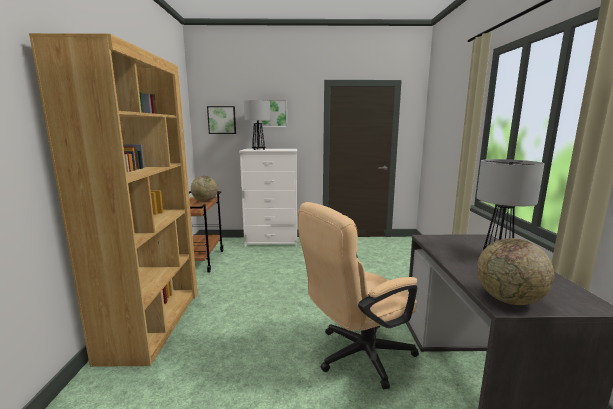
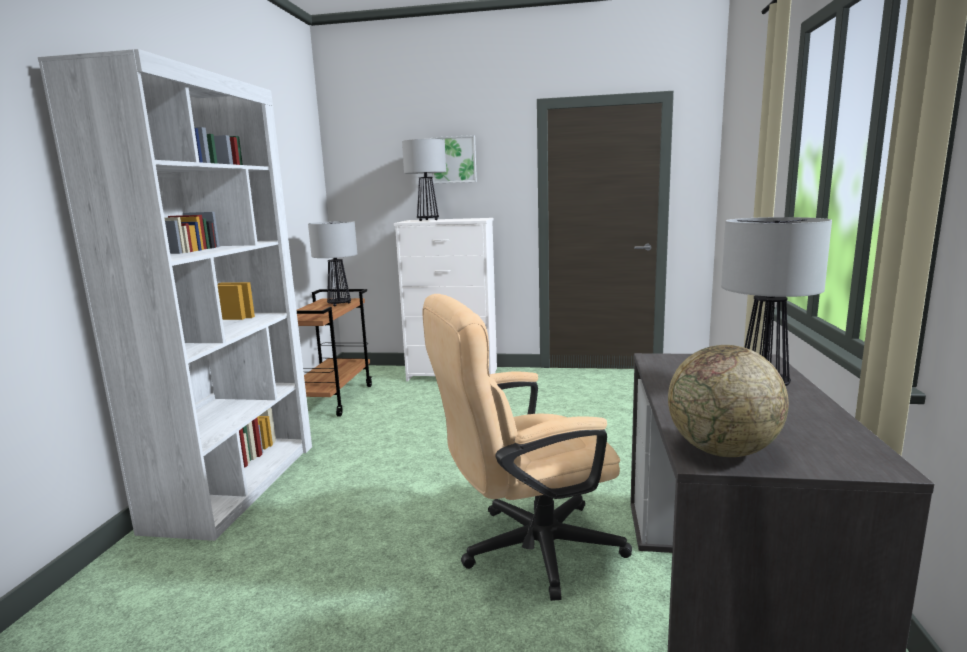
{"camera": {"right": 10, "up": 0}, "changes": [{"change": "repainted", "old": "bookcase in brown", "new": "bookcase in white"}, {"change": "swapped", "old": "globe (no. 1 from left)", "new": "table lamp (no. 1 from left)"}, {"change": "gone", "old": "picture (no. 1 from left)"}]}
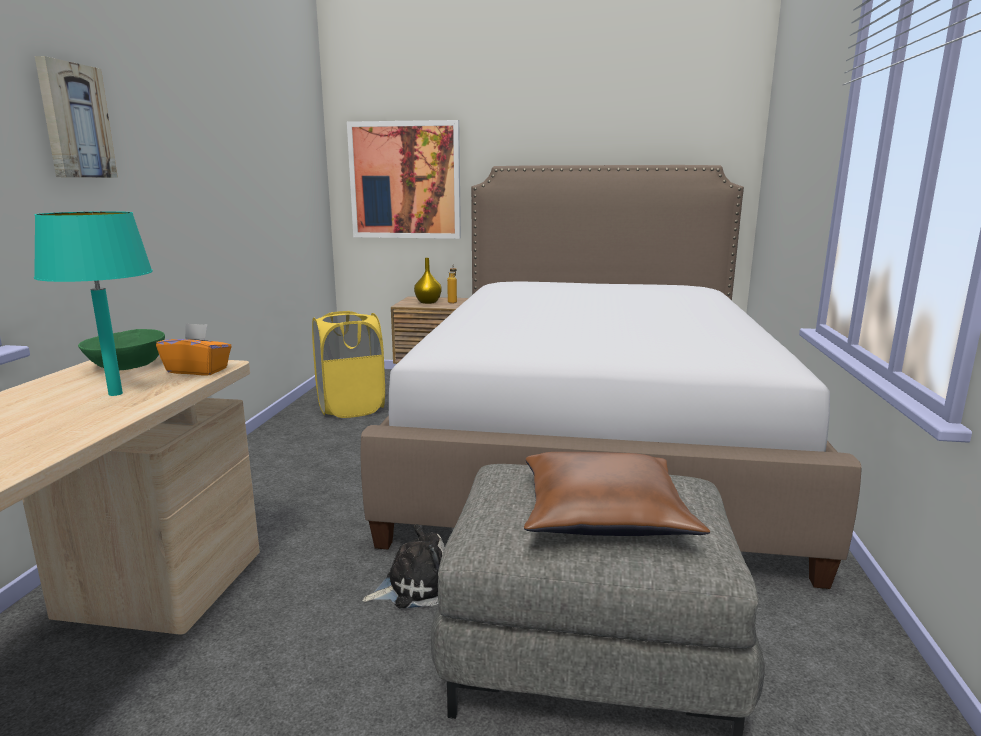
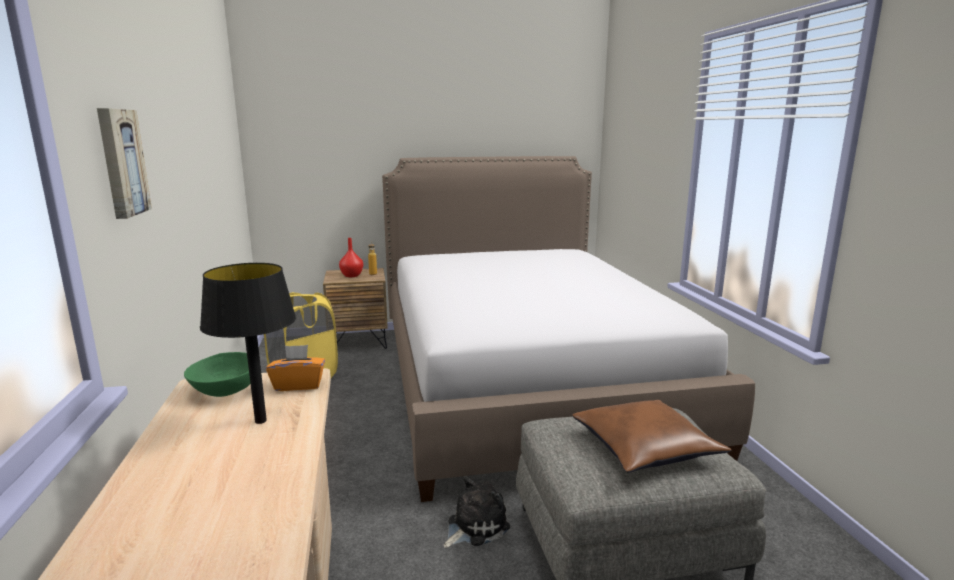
{"camera": {"right": -20, "up": 0}, "changes": [{"change": "repainted", "old": "table lamp in turquoise", "new": "table lamp in black"}, {"change": "gone", "old": "picture (no. 2 from left)"}, {"change": "repainted", "old": "vase in yellow", "new": "vase in red"}]}
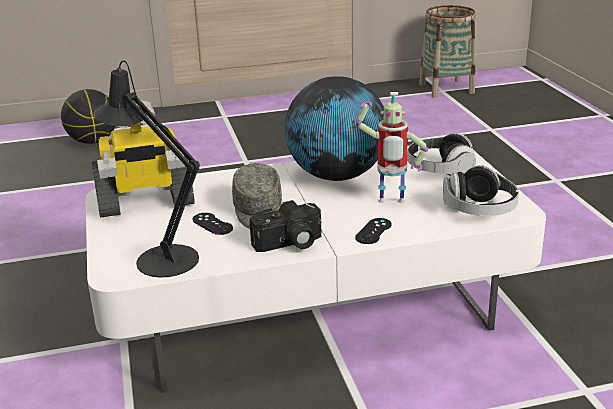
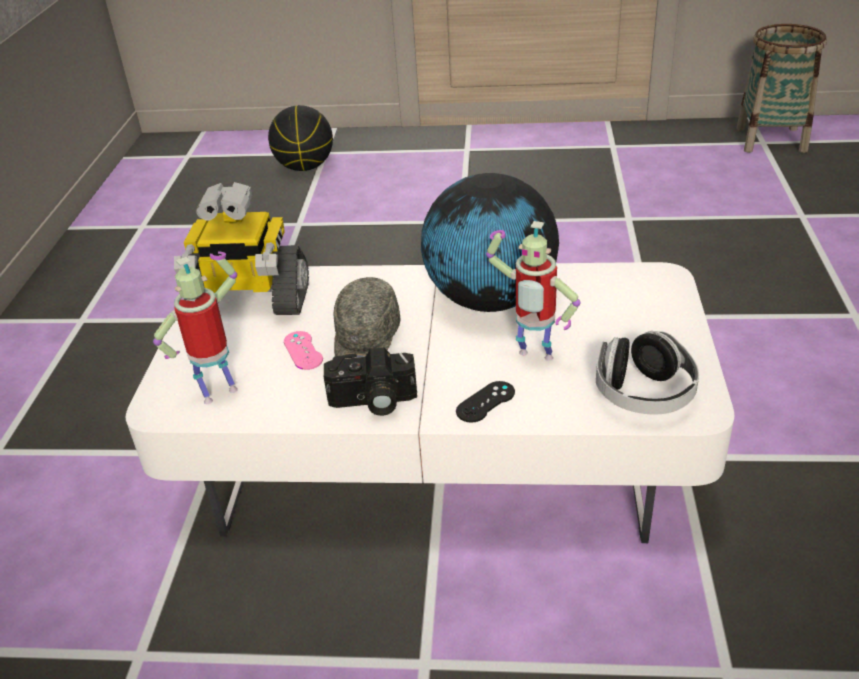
{"camera": {"right": 20, "up": 10}, "changes": [{"change": "swapped", "old": "table lamp in black", "new": "toy robot (no. 1 from left)"}, {"change": "repainted", "old": "game controller in black (no. 1 from left)", "new": "game controller in pink"}, {"change": "gone", "old": "headphones (no. 1 from left)"}]}
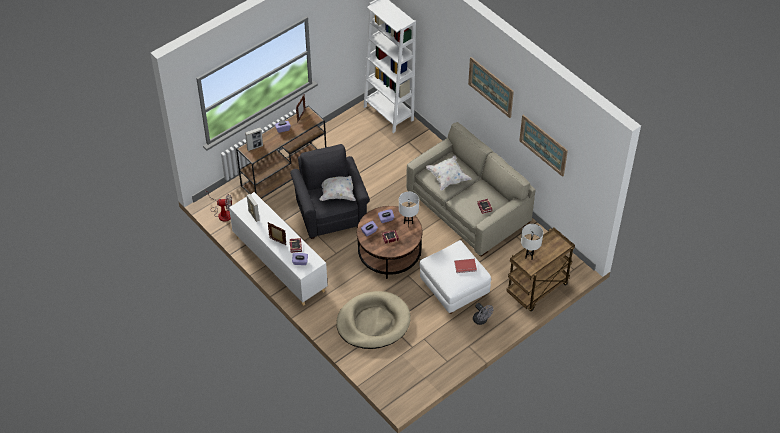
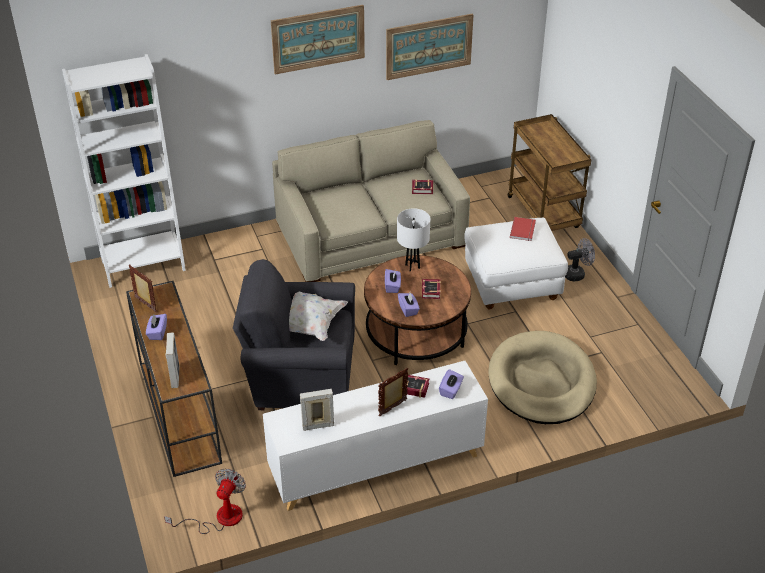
{"camera": {"right": -70, "up": -10}, "changes": [{"change": "gone", "old": "pillow in white (no. 2 from left)"}, {"change": "gone", "old": "table lamp in white (no. 2 from left)"}]}
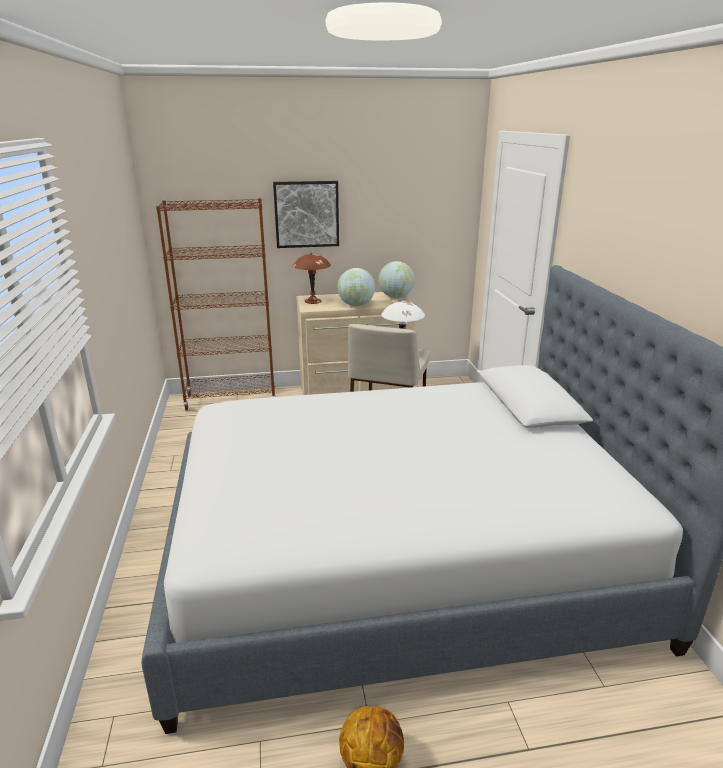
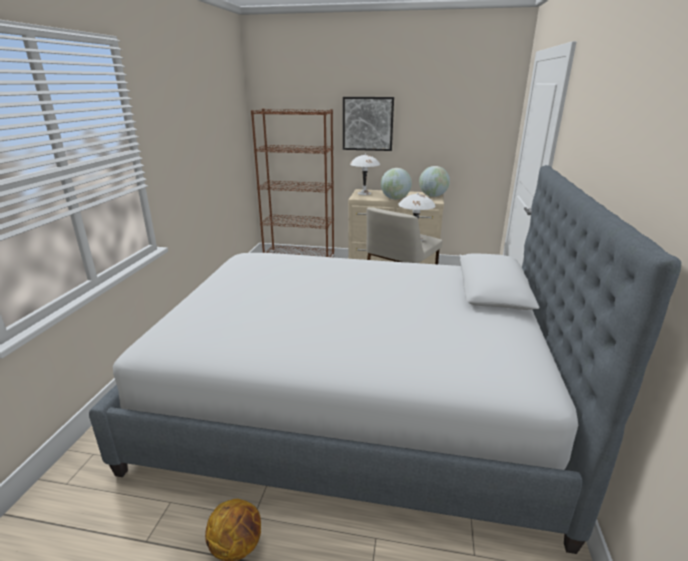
{"camera": {"right": 20, "up": 0}, "changes": [{"change": "repainted", "old": "table lamp in brown", "new": "table lamp in white (no. 1 from left)"}]}
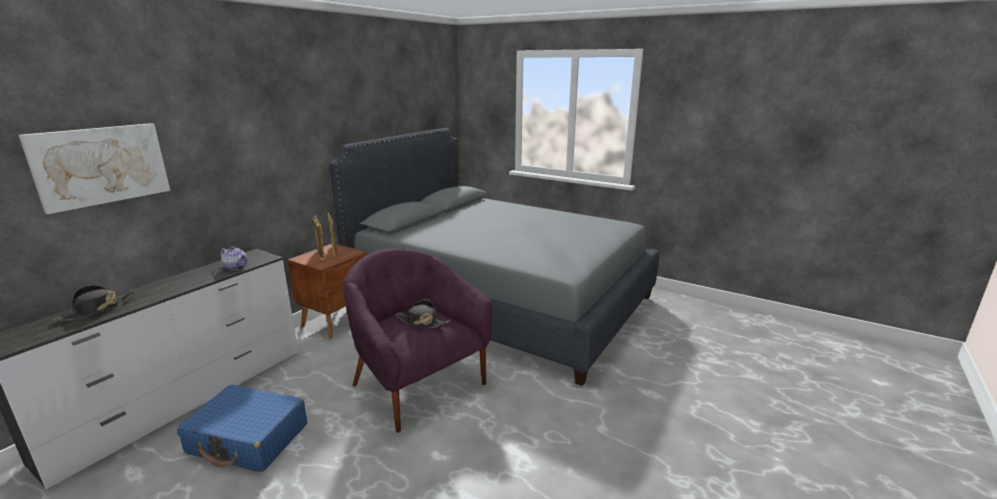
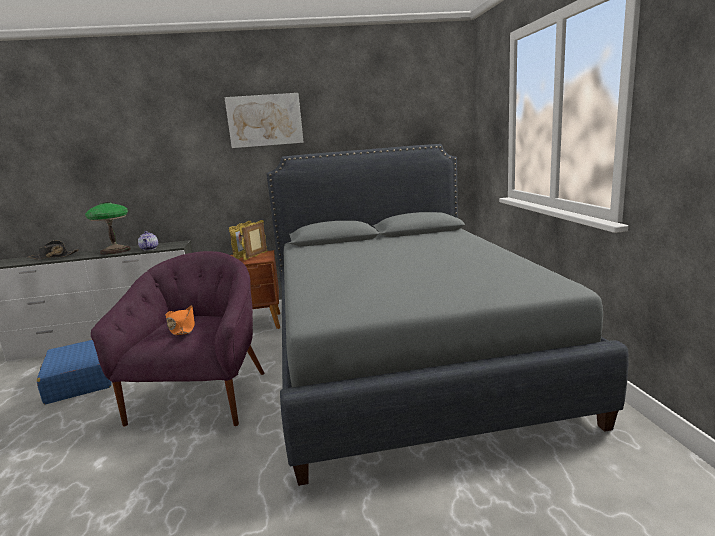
{"camera": {"right": 50, "up": -5}, "changes": [{"change": "shifted", "old": "picture"}, {"change": "repainted", "old": "hat in black (no. 2 from left)", "new": "hat in orange"}, {"change": "new", "new": "table lamp"}]}
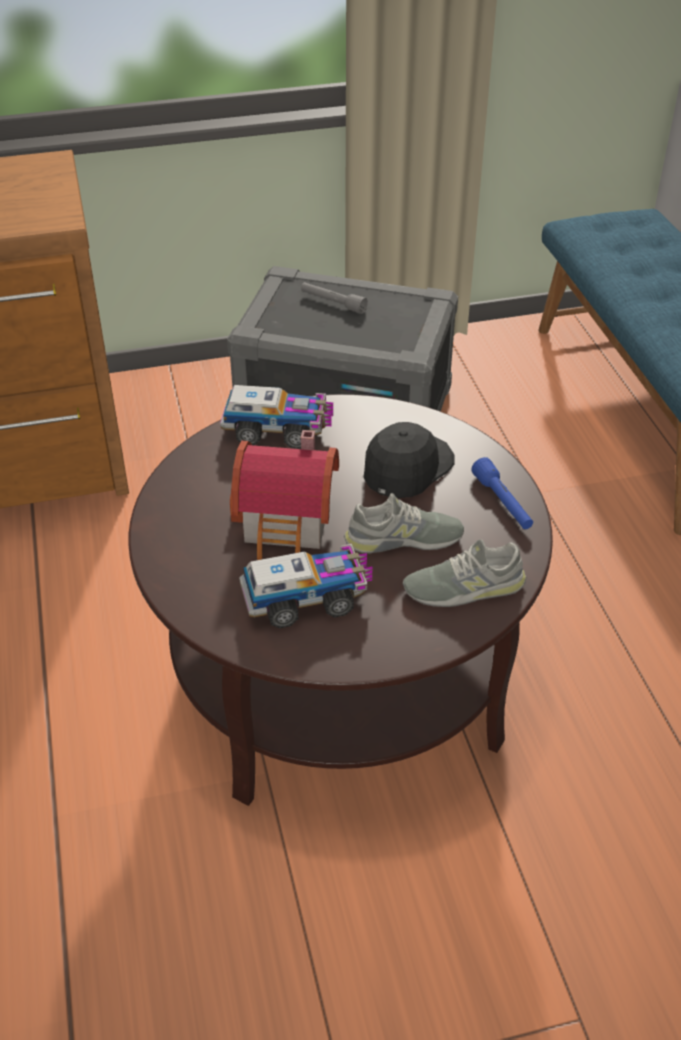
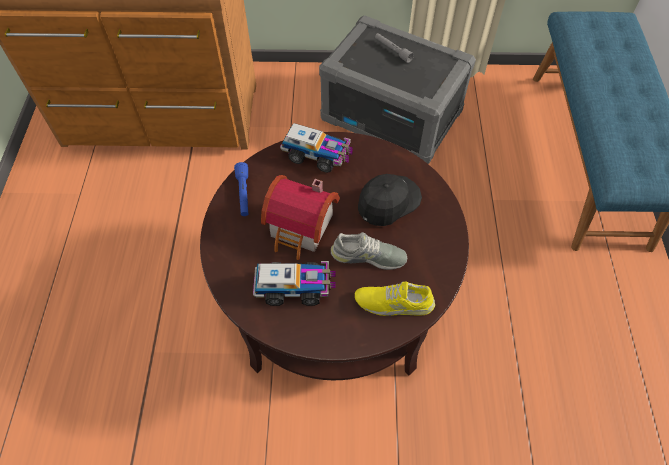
{"camera": {"right": 15, "up": 15}, "changes": [{"change": "repainted", "old": "shoe in grey (no. 2 from left)", "new": "shoe in yellow"}, {"change": "shifted", "old": "flashlight in blue"}]}
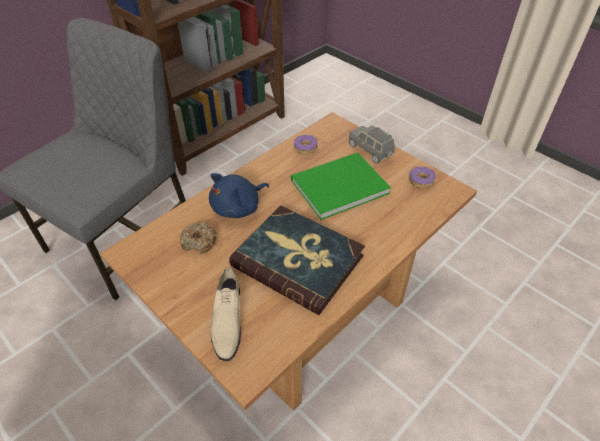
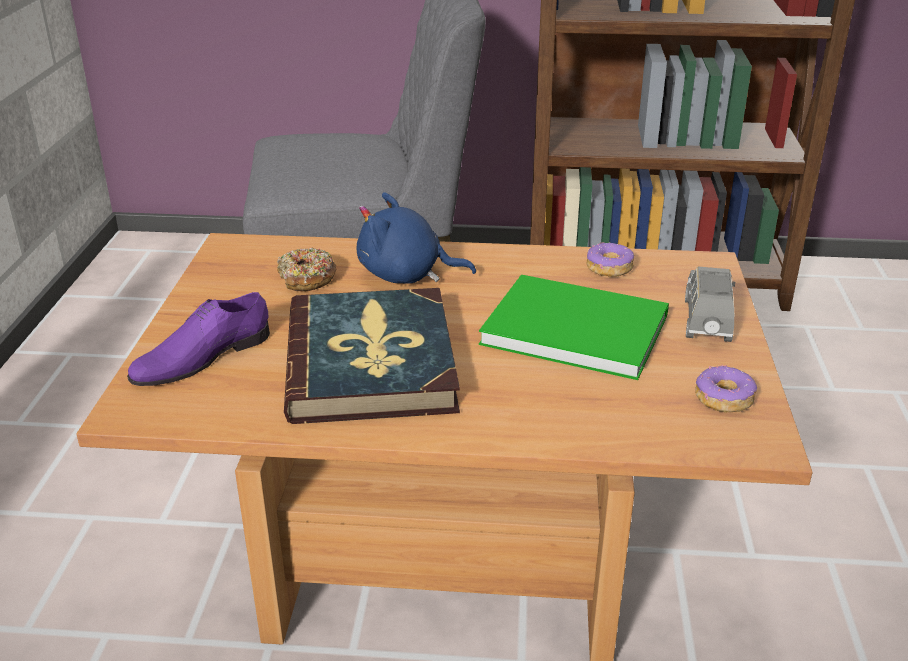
{"camera": {"right": 50, "up": -15}, "changes": [{"change": "repainted", "old": "shoe in beige", "new": "shoe in purple"}]}
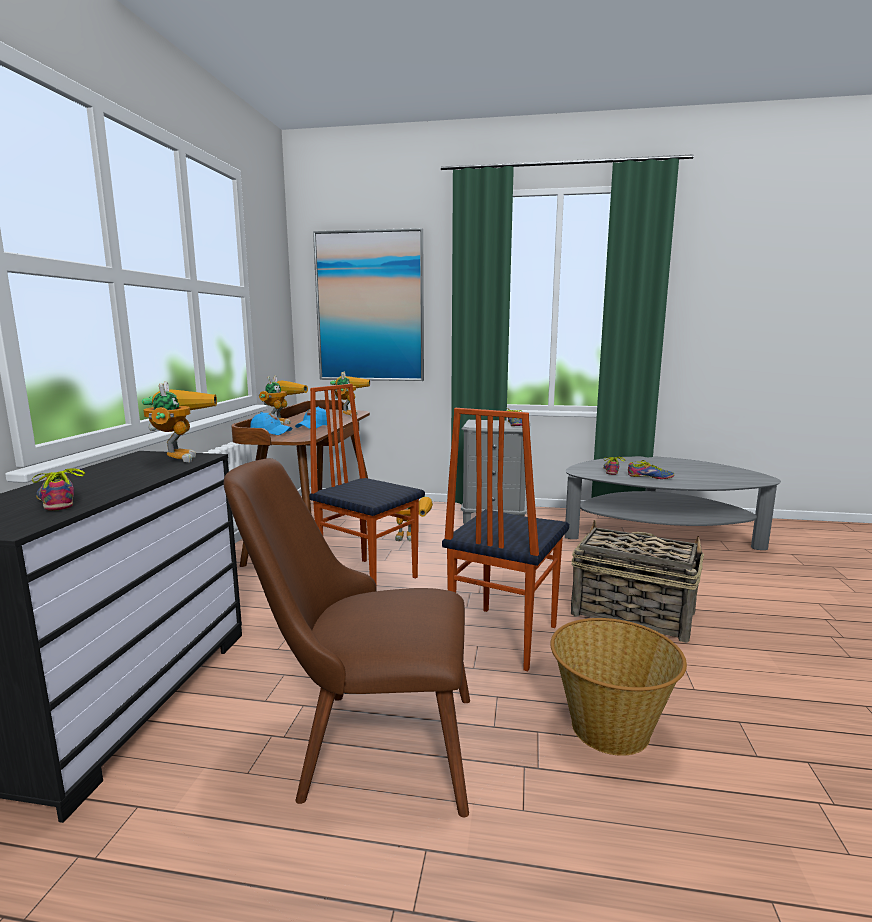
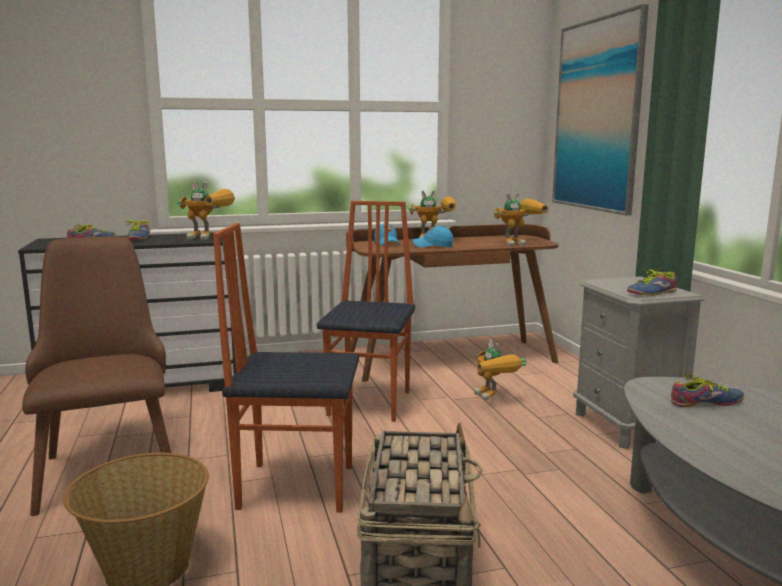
{"camera": {"right": 65, "up": 0}, "changes": [{"change": "rotated", "old": "toy robot (no. 1 from left)", "degrees": 45}, {"change": "shifted", "old": "shoe (no. 4 from left in the first image)", "new": "shoe (no. 2 from left)"}]}
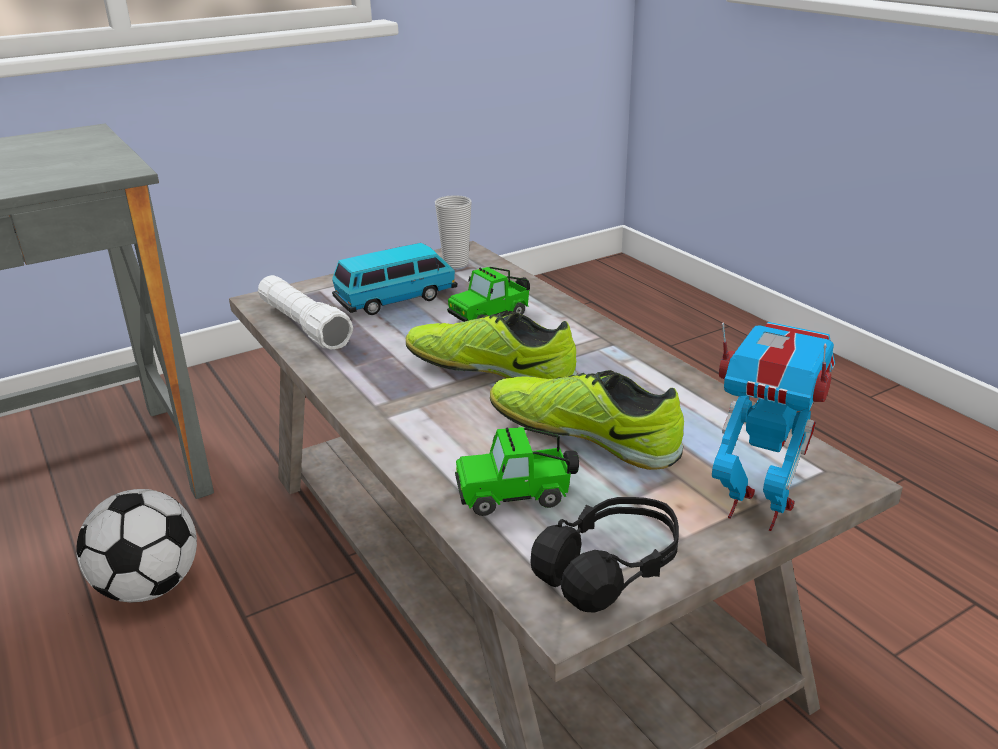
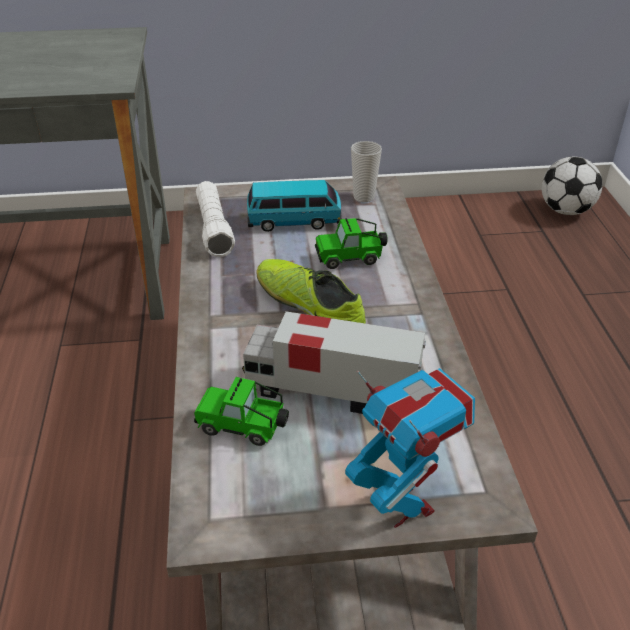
{"camera": {"right": 25, "up": 10}, "changes": [{"change": "shifted", "old": "football"}, {"change": "swapped", "old": "shoe (no. 2 from left)", "new": "toy truck"}, {"change": "gone", "old": "headphones in black"}]}
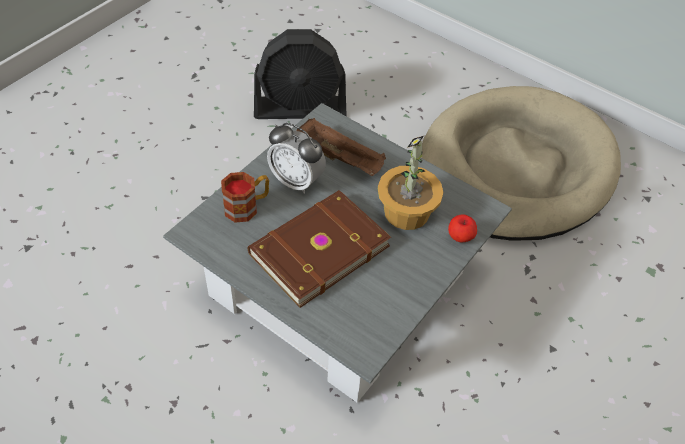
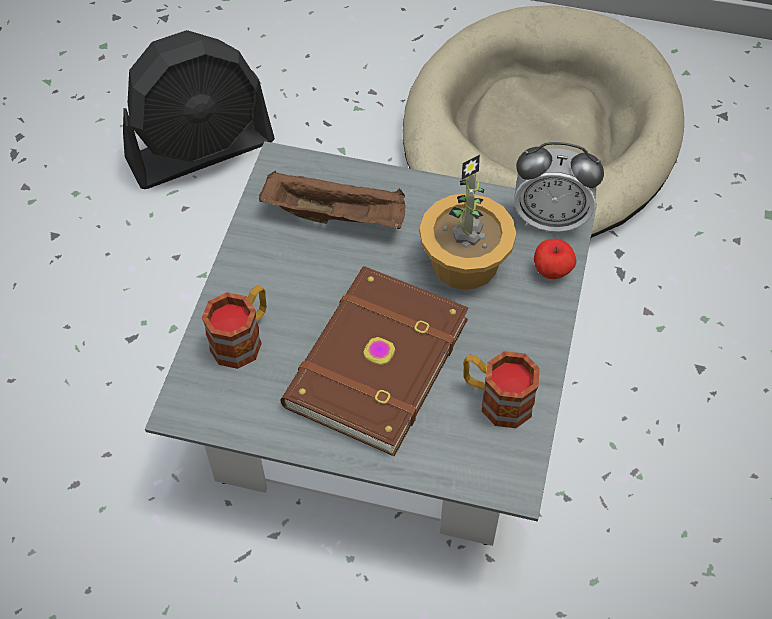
{"camera": {"right": -20, "up": 5}, "changes": [{"change": "shifted", "old": "alarm clock"}, {"change": "new", "new": "mug (no. 2 from left)"}]}
